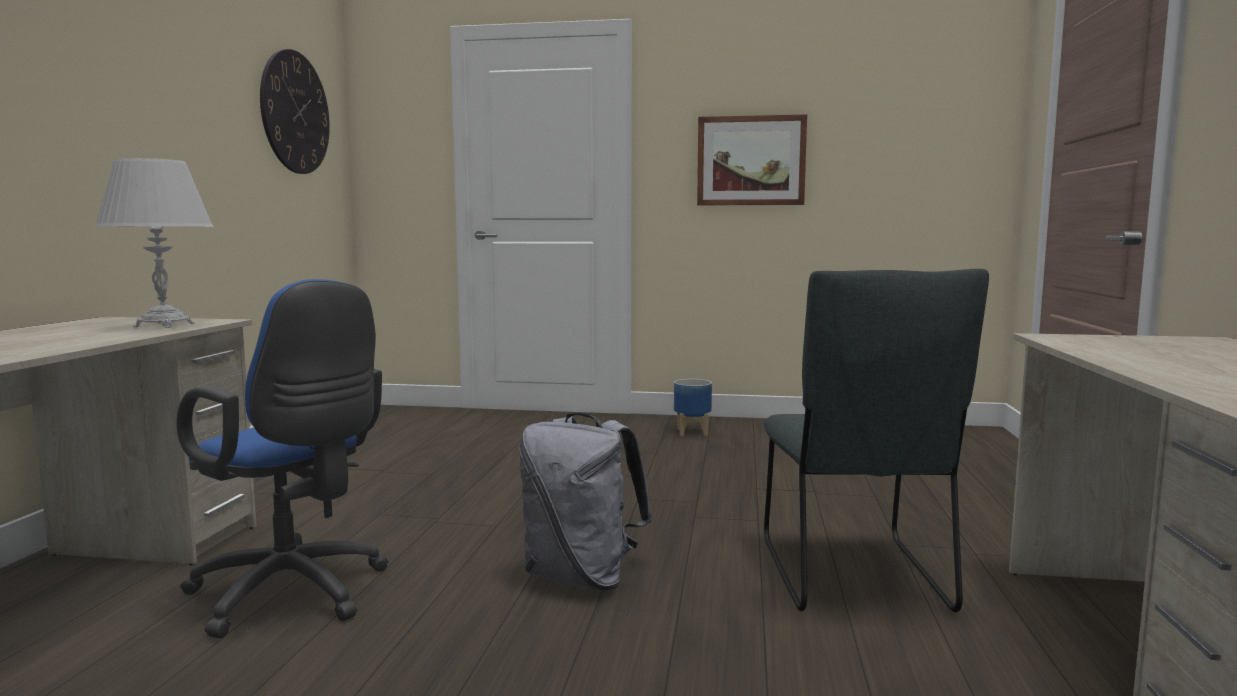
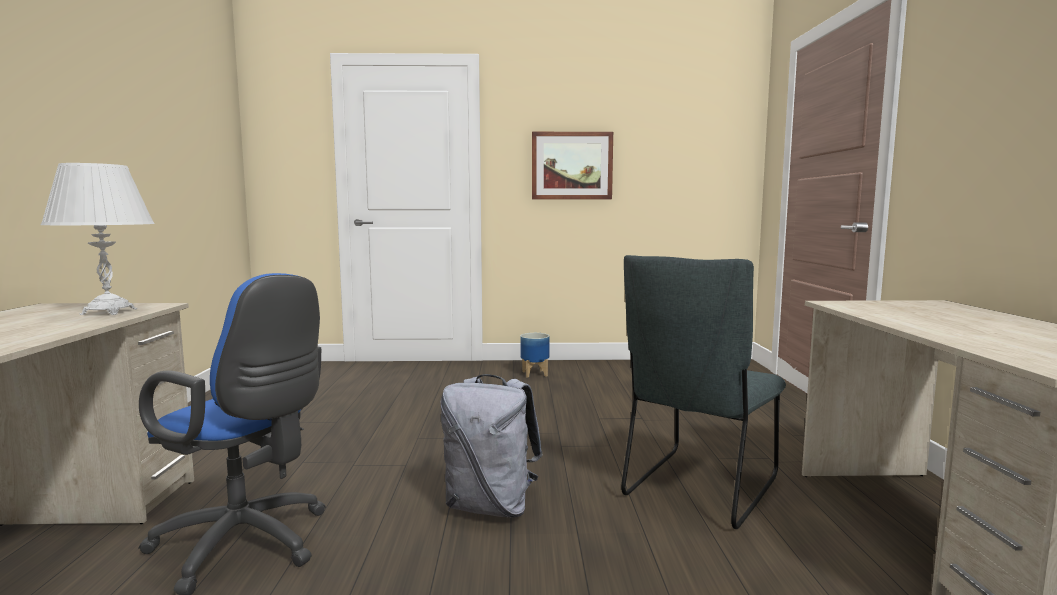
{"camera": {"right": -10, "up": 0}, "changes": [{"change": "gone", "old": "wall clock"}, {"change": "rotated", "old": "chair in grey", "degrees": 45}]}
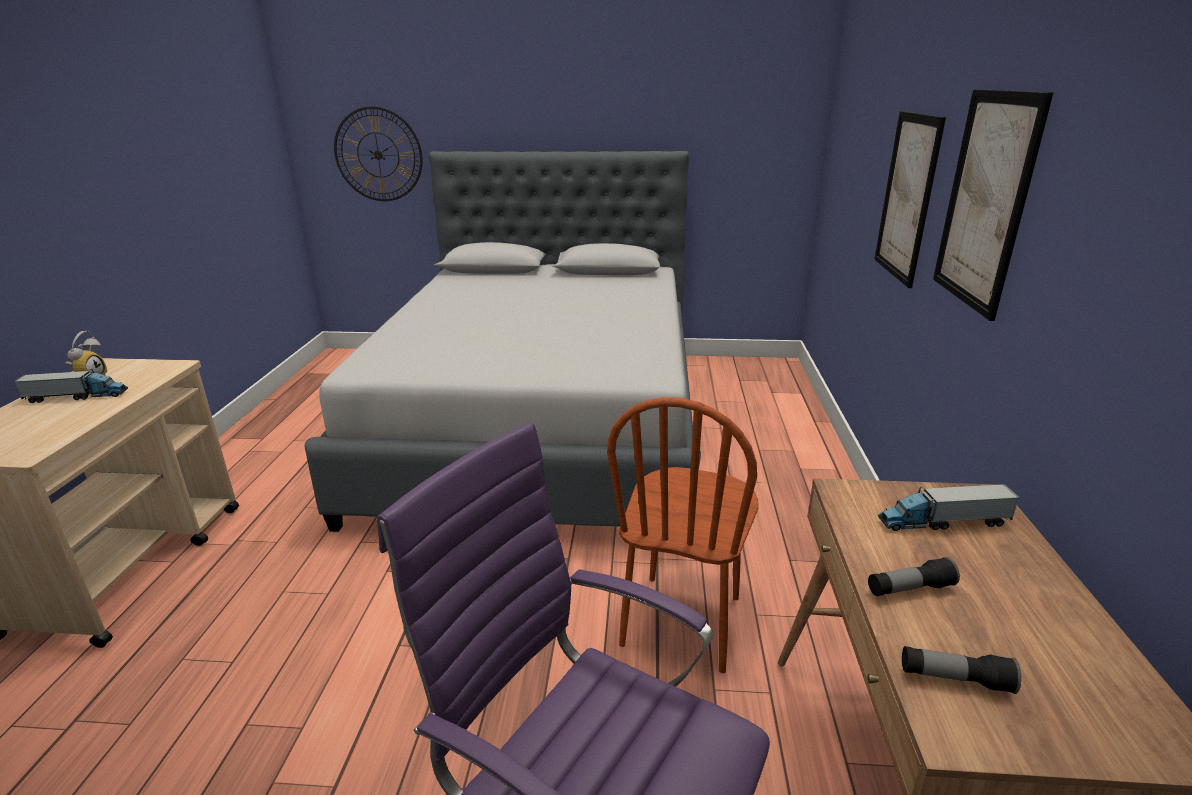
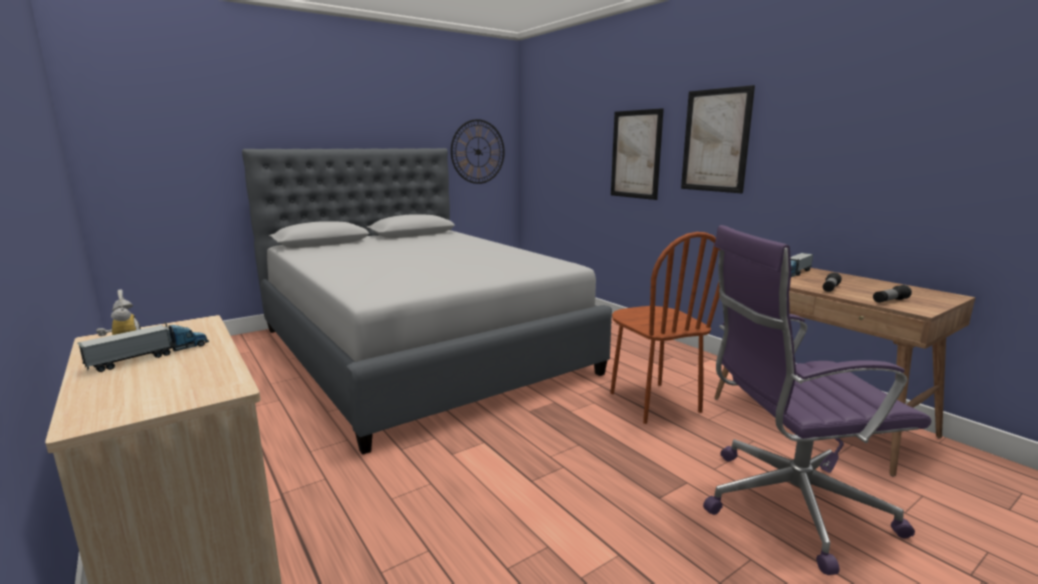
{"camera": {"right": -40, "up": -10}, "changes": [{"change": "shifted", "old": "wall clock"}]}
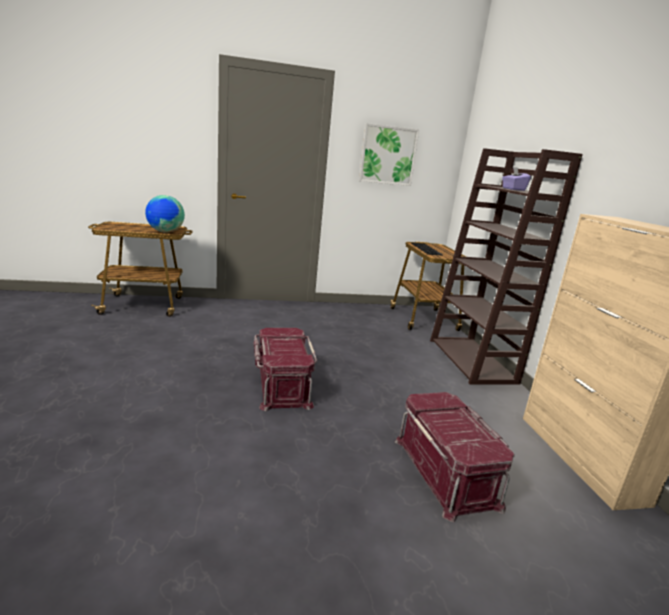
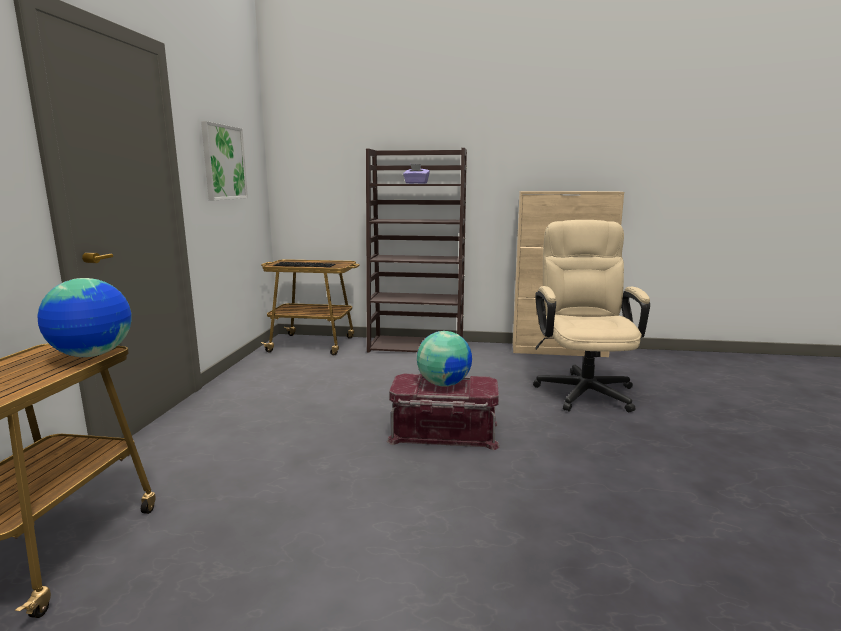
{"camera": {"right": -70, "up": -5}, "changes": [{"change": "swapped", "old": "storage box in red (no. 2 from left)", "new": "office chair in beige"}, {"change": "new", "new": "globe (no. 2 from left)"}]}
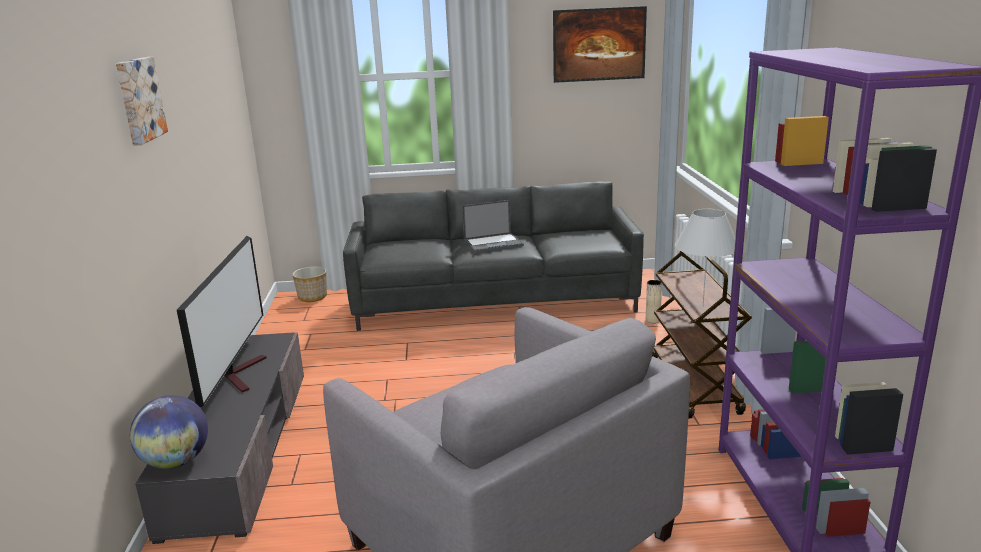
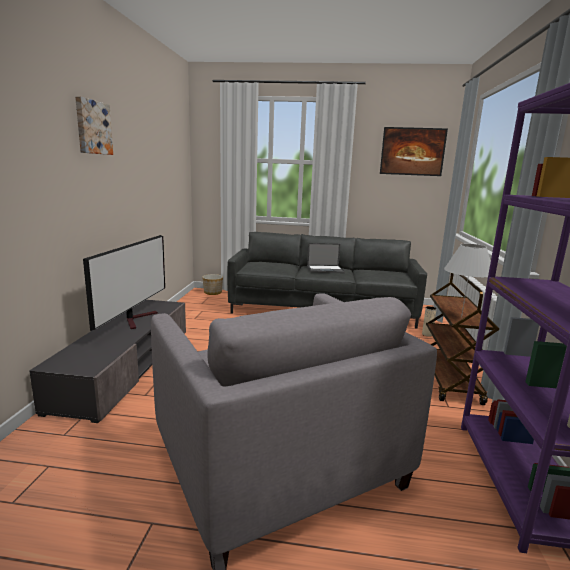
{"camera": {"right": 10, "up": -5}, "changes": [{"change": "gone", "old": "globe"}]}
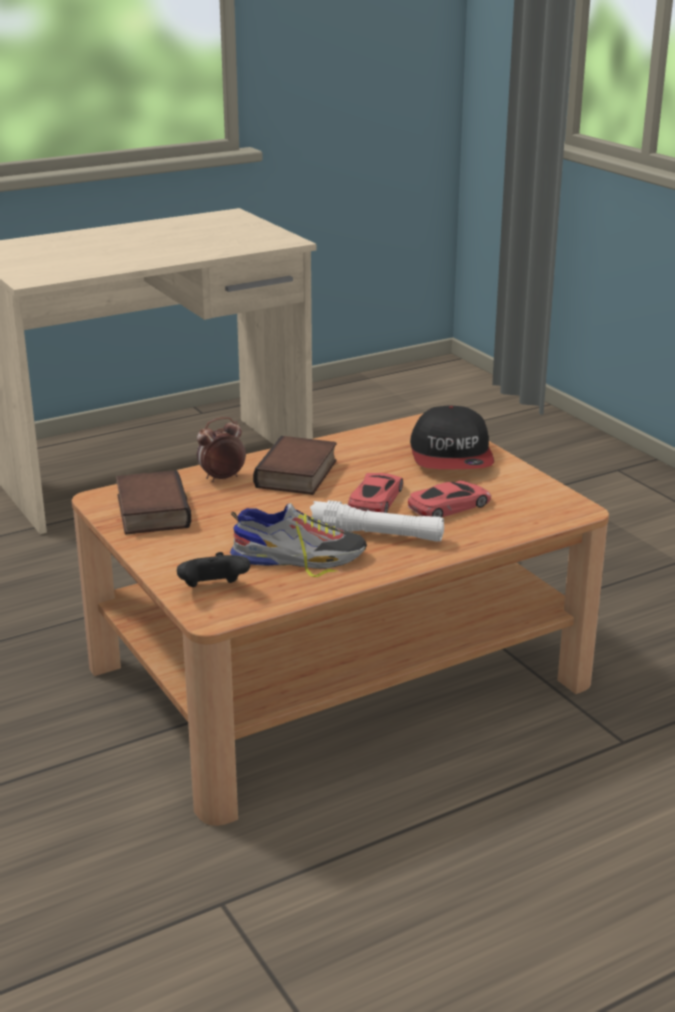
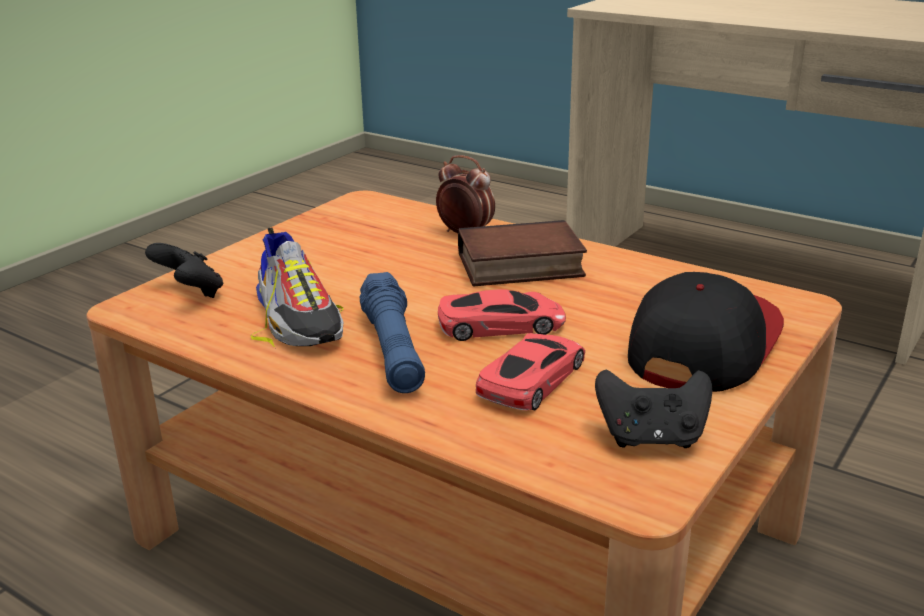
{"camera": {"right": 65, "up": 0}, "changes": [{"change": "gone", "old": "book (no. 1 from left)"}, {"change": "repainted", "old": "flashlight in white", "new": "flashlight in blue"}, {"change": "rotated", "old": "toy car in red (no. 2 from left)", "degrees": -90}, {"change": "rotated", "old": "cap", "degrees": 150}, {"change": "new", "new": "game controller in black (no. 2 from left)"}]}
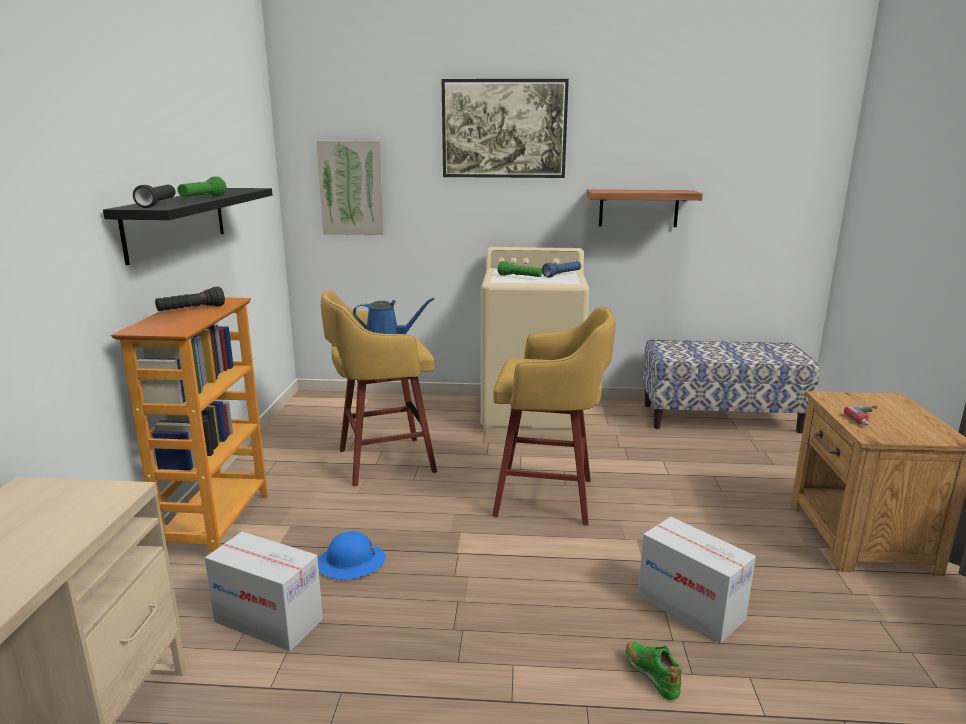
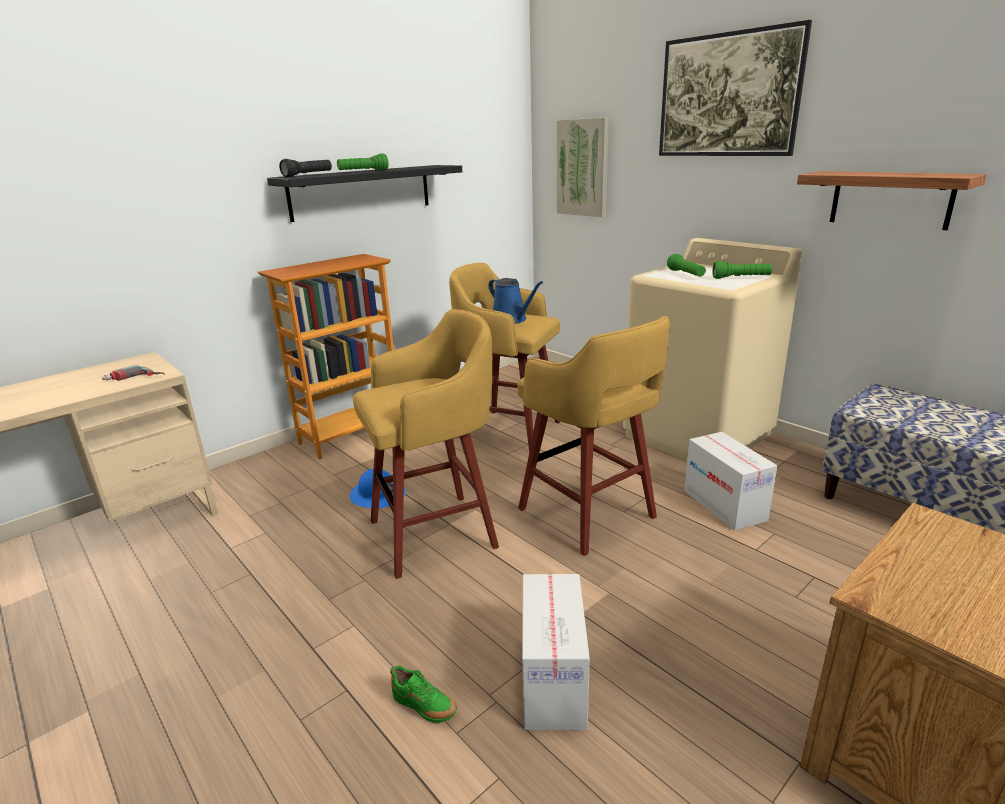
{"camera": {"right": 45, "up": 5}, "changes": [{"change": "gone", "old": "flashlight in black (no. 2 from left)"}, {"change": "shifted", "old": "cardboard box (no. 1 from left in the first image)", "new": "cardboard box (no. 2 from left)"}, {"change": "repainted", "old": "flashlight in blue", "new": "flashlight in green (no. 3 from left)"}, {"change": "rotated", "old": "shoe in green", "degrees": 105}, {"change": "shifted", "old": "power drill"}, {"change": "new", "new": "stool in yellow (no. 1 from left)"}]}
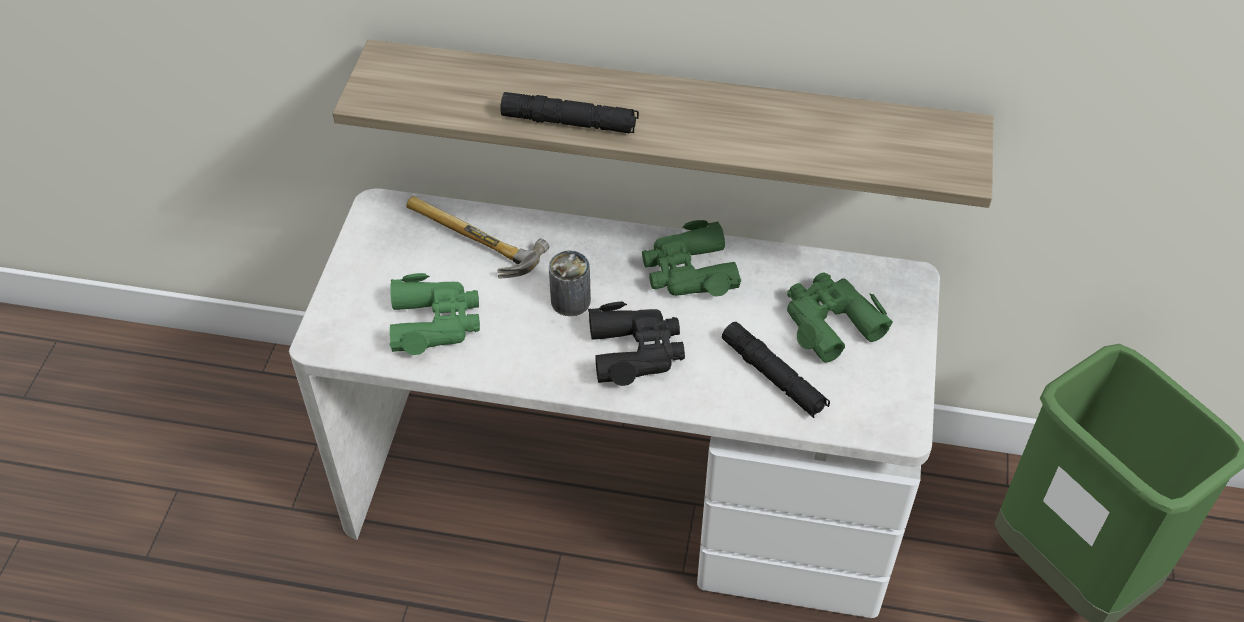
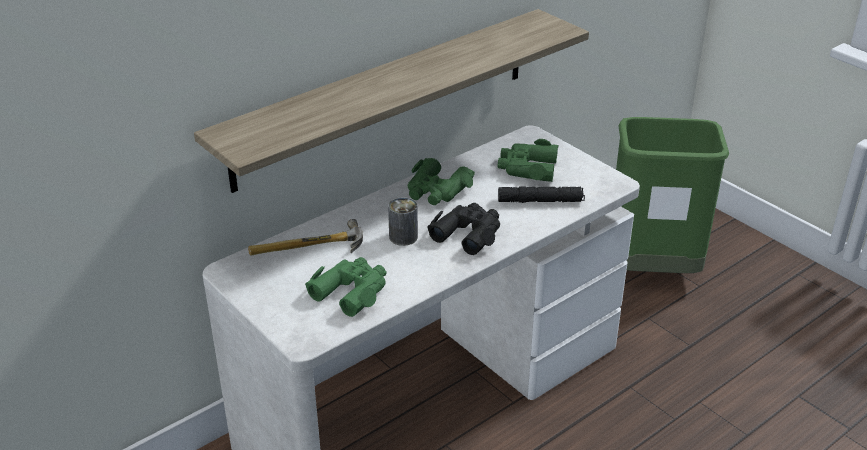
{"camera": {"right": -50, "up": -15}, "changes": [{"change": "gone", "old": "flashlight in black (no. 1 from left)"}]}
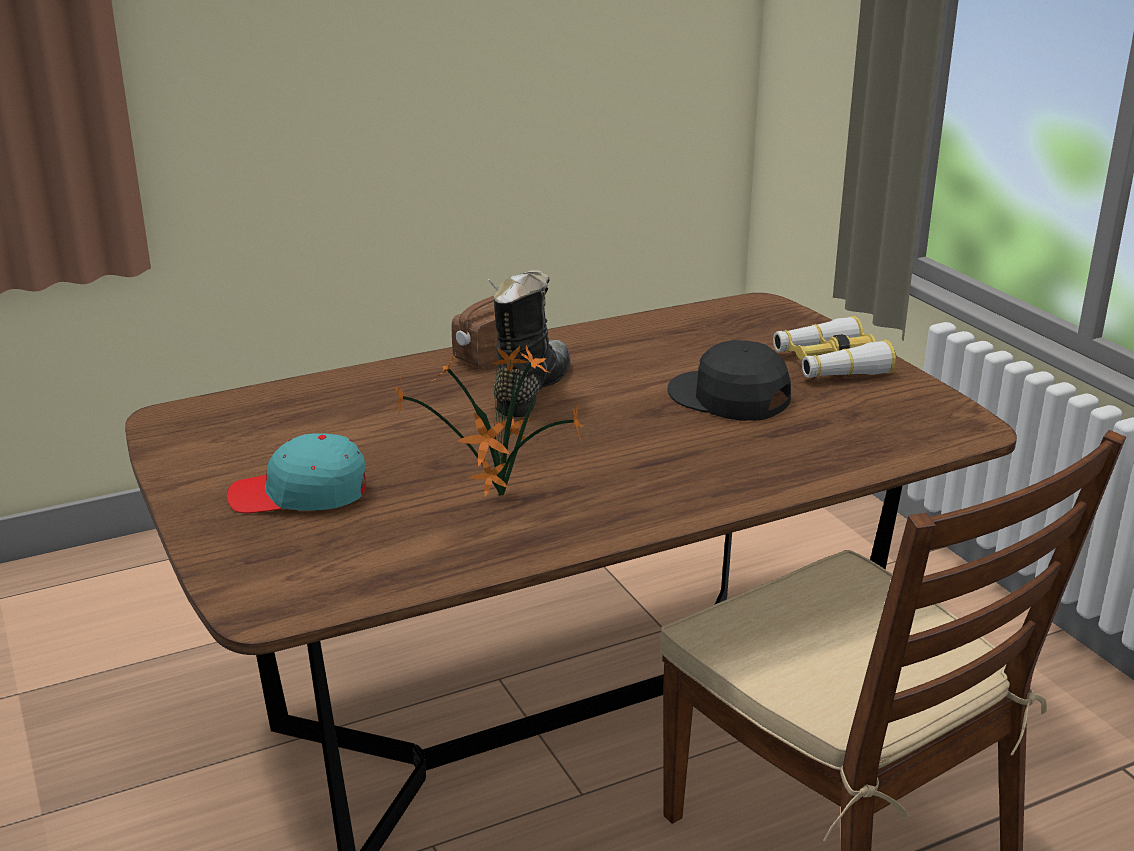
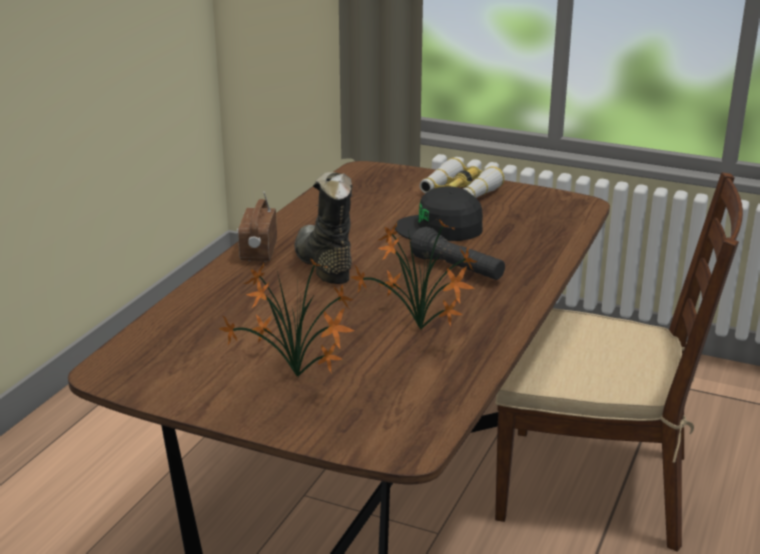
{"camera": {"right": -40, "up": 0}, "changes": [{"change": "swapped", "old": "cap in turquoise", "new": "potted plant (no. 1 from left)"}, {"change": "new", "new": "flashlight in black"}]}
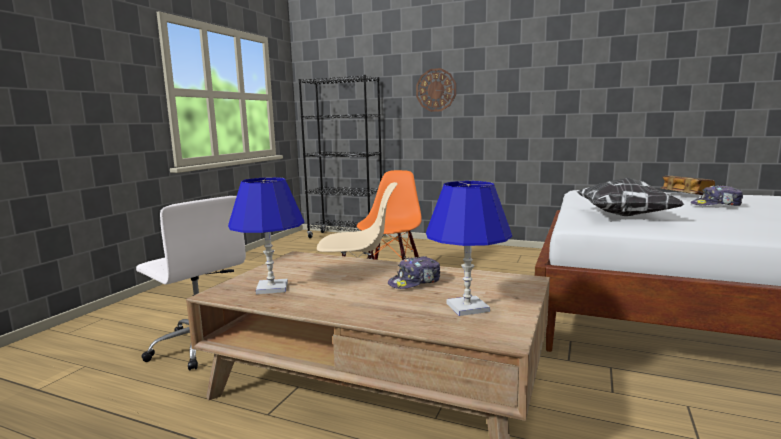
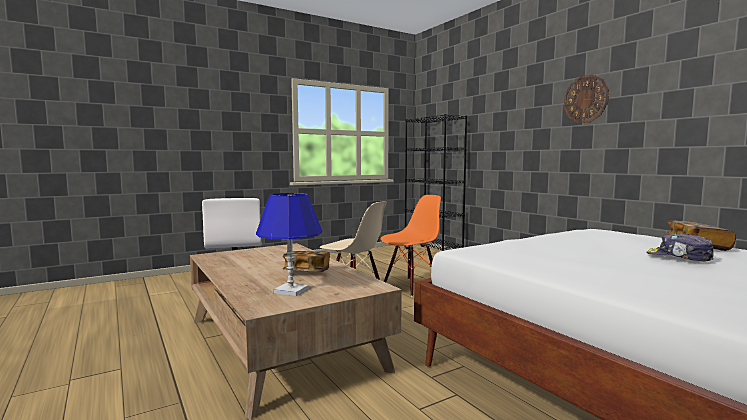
{"camera": {"right": 35, "up": -5}, "changes": [{"change": "gone", "old": "table lamp in blue (no. 1 from left)"}, {"change": "swapped", "old": "cap (no. 1 from left)", "new": "book (no. 1 from left)"}, {"change": "shifted", "old": "wall clock"}, {"change": "gone", "old": "pillow"}]}
